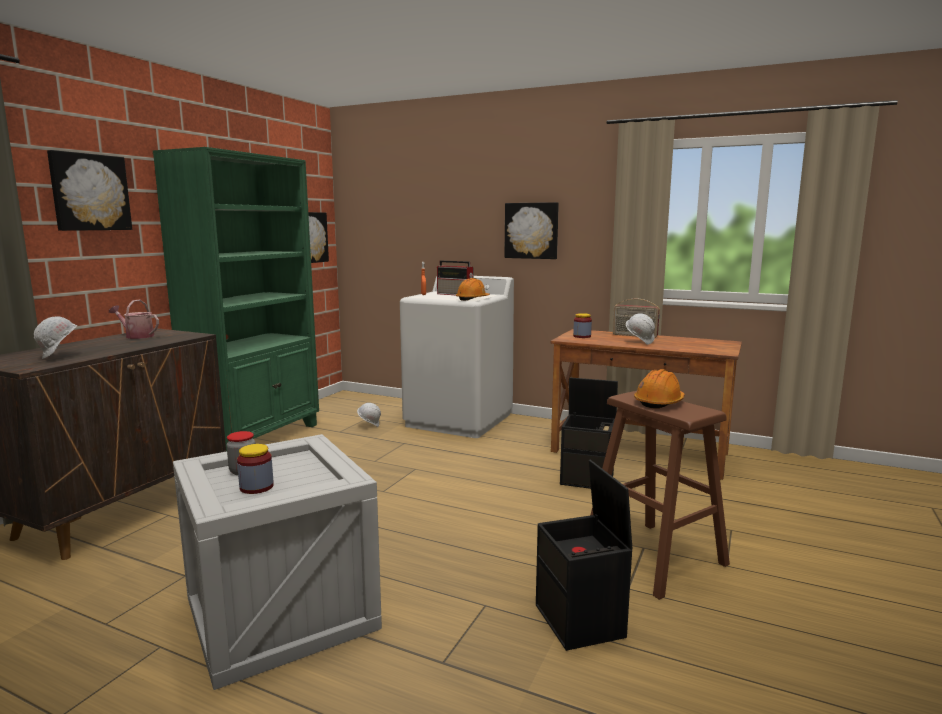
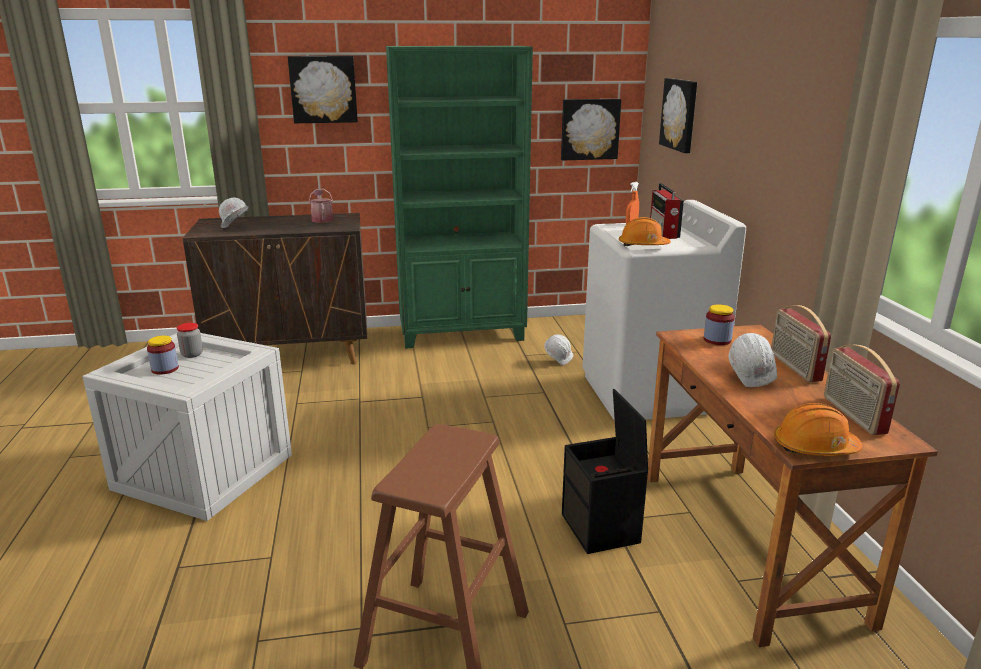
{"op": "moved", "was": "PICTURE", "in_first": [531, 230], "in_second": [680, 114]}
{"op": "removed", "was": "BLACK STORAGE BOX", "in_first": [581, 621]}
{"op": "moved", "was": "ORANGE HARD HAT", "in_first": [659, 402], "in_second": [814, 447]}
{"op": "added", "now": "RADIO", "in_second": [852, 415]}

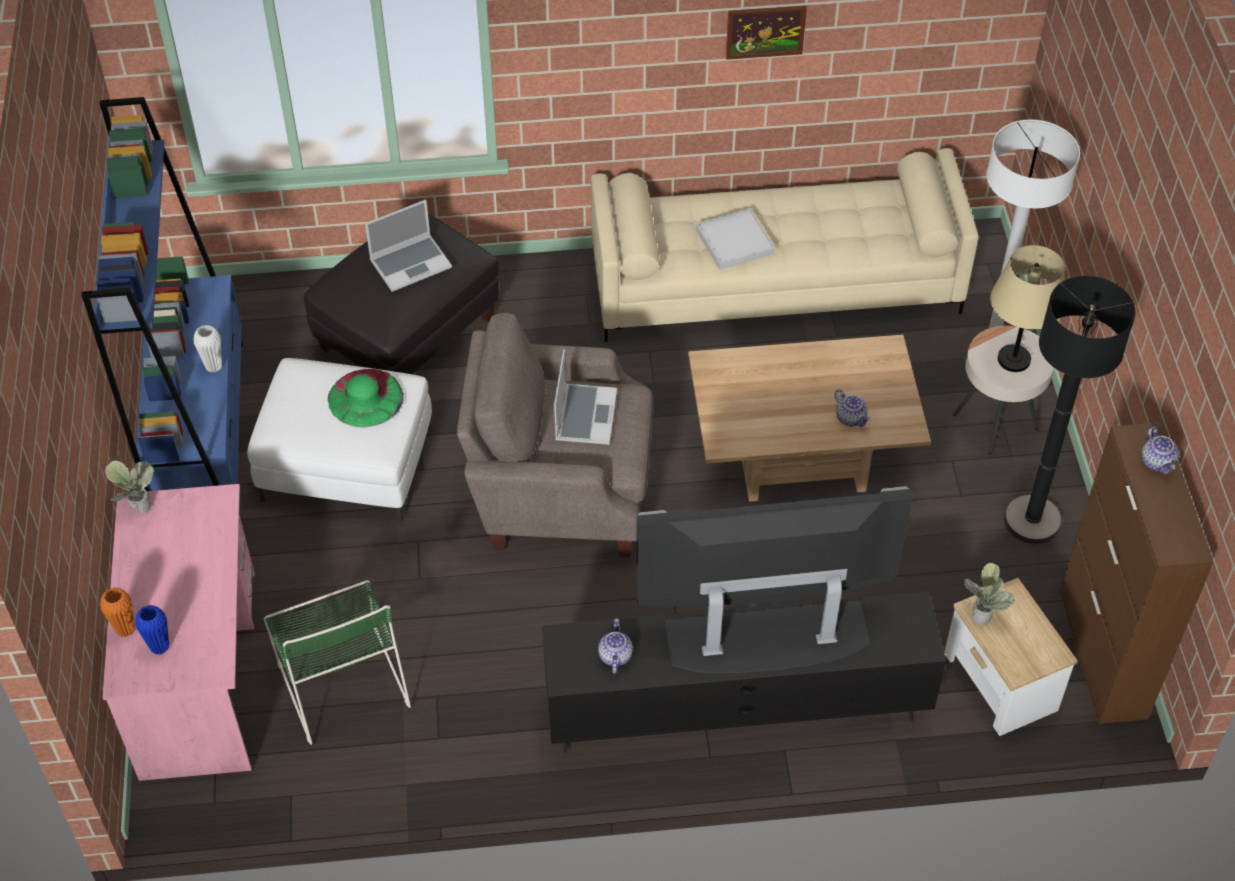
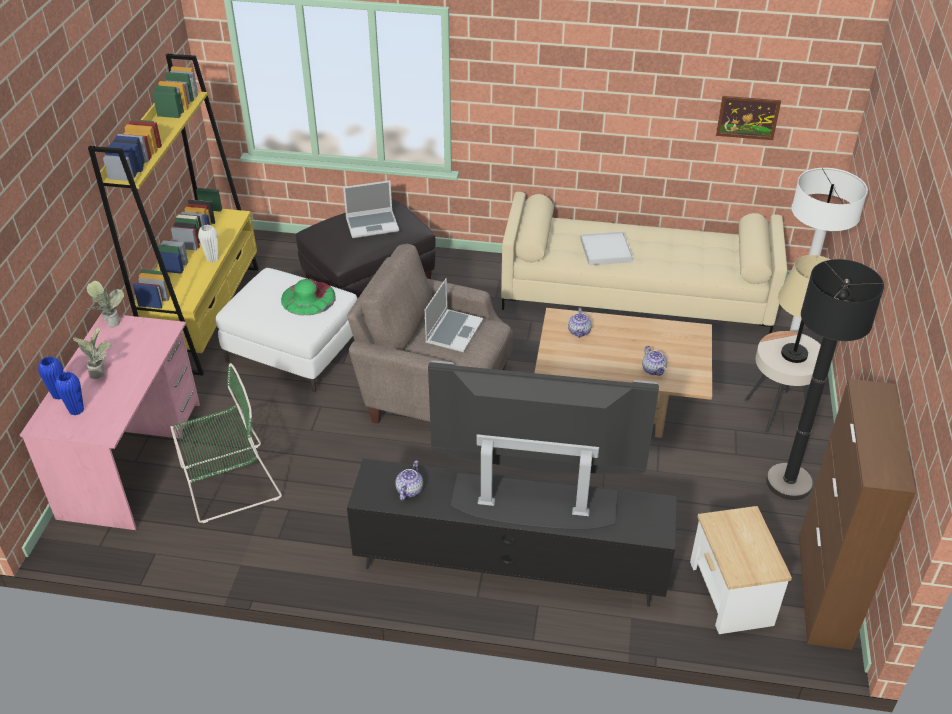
{"op": "recoloured", "was": "BLUE BOOKCASE", "now": "YELLOW BOOKCASE", "in_first": [202, 435], "in_second": [206, 316]}
{"op": "recoloured", "was": "ORANGE VASE", "now": "BLUE VASE", "in_first": [125, 629], "in_second": [59, 395]}
{"op": "turned", "was": "GREEN CHAIR", "in_first": [341, 679], "in_second": [227, 484], "clockwise": -105}
{"op": "moved", "was": "PICTURE", "in_first": [765, 31], "in_second": [747, 117]}
{"op": "moved", "was": "POTTED PLANT", "in_first": [982, 612], "in_second": [100, 372]}
{"op": "moved", "was": "TEAPOT", "in_first": [1157, 462], "in_second": [579, 332]}

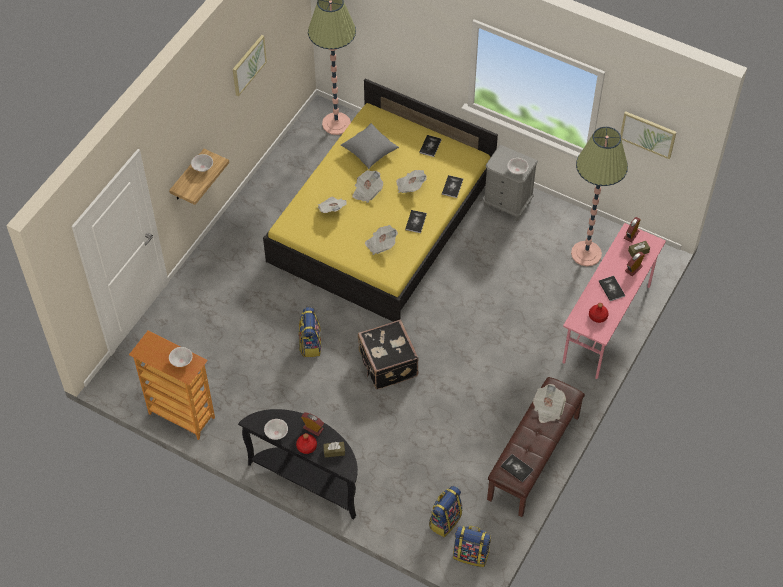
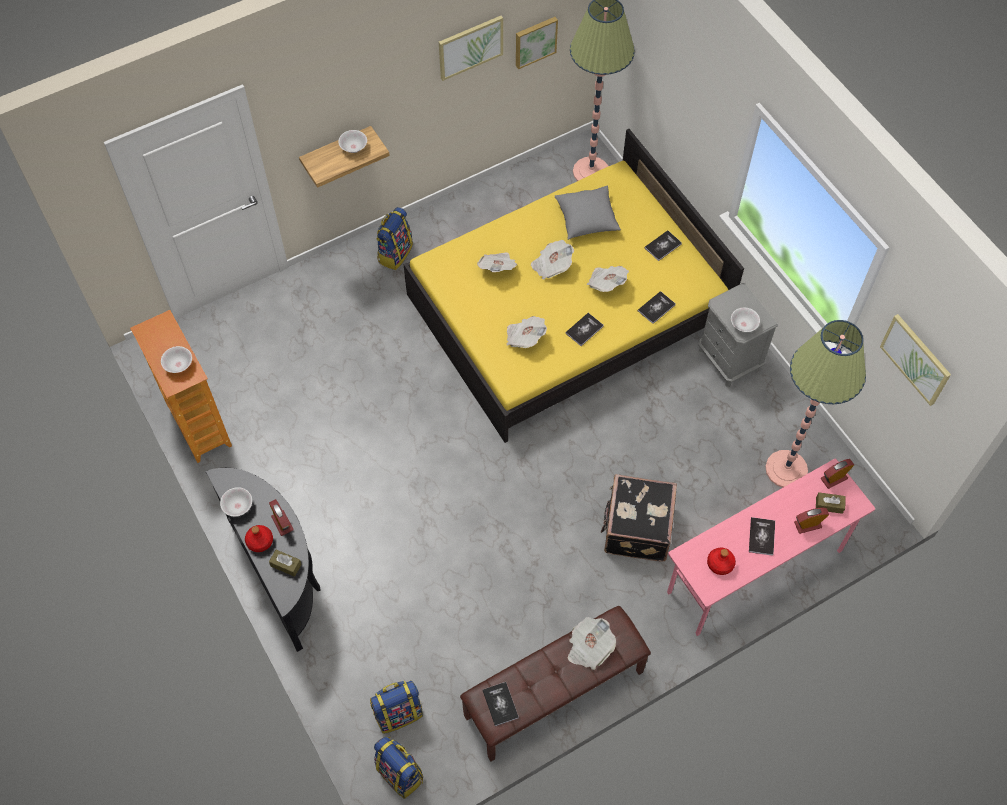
{"op": "moved", "was": "BACKPACK", "in_first": [310, 344], "in_second": [395, 253]}
{"op": "moved", "was": "BLACK SUITCASE", "in_first": [387, 365], "in_second": [636, 528]}
{"op": "added", "now": "PICTURE", "in_second": [535, 41]}

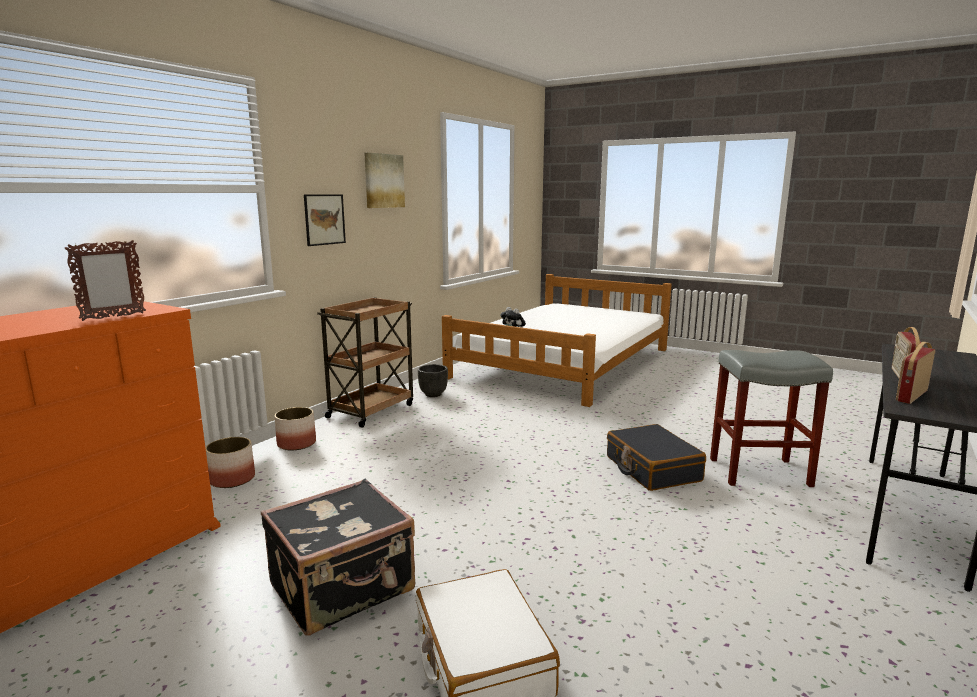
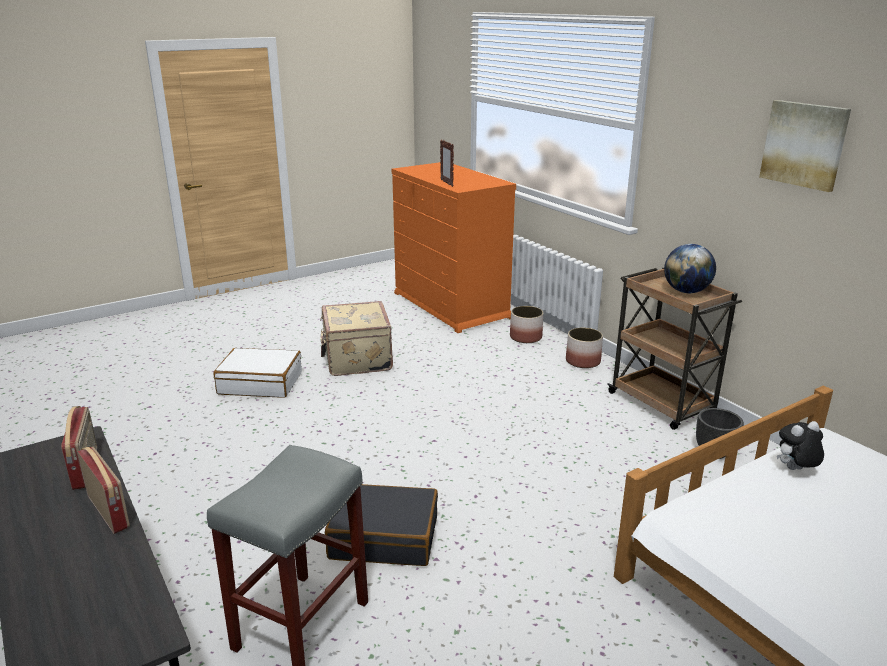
{"op": "recoloured", "was": "BLACK SUITCASE", "now": "BEIGE SUITCASE", "in_first": [343, 588], "in_second": [356, 359]}
{"op": "removed", "was": "PICTURE", "in_first": [324, 219]}
{"op": "added", "now": "GLOBE", "in_second": [686, 291]}

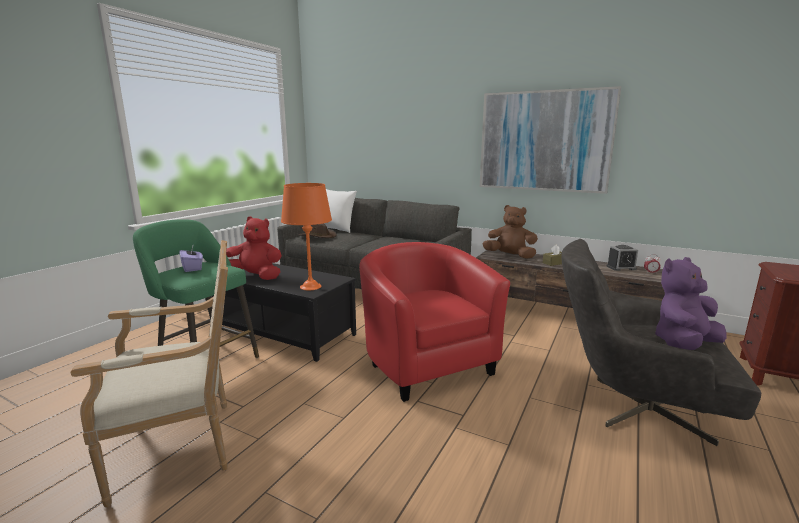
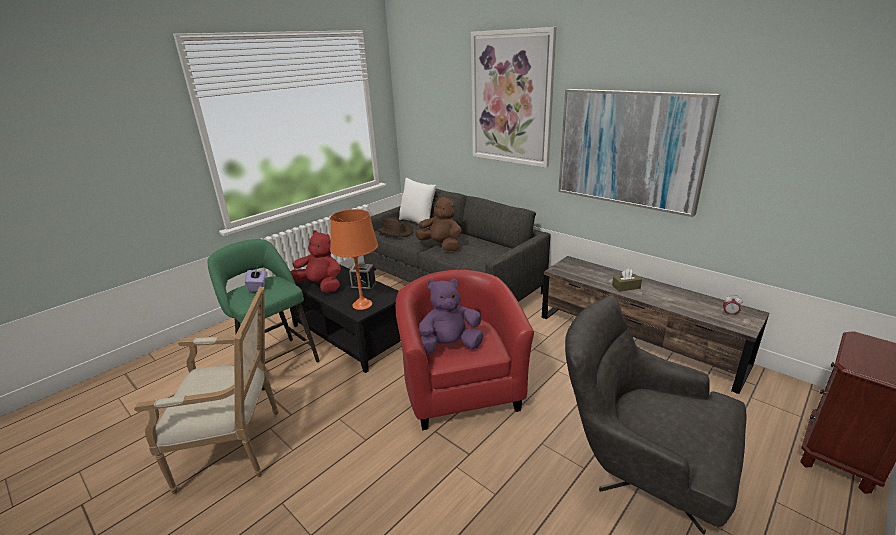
{"op": "moved", "was": "BROWN PLUSH TOY", "in_first": [510, 256], "in_second": [441, 246]}
{"op": "moved", "was": "ALARM CLOCK", "in_first": [621, 268], "in_second": [363, 286]}
{"op": "moved", "was": "PURPLE PLUSH TOY", "in_first": [684, 345], "in_second": [449, 346]}
{"op": "added", "now": "PICTURE", "in_second": [511, 98]}

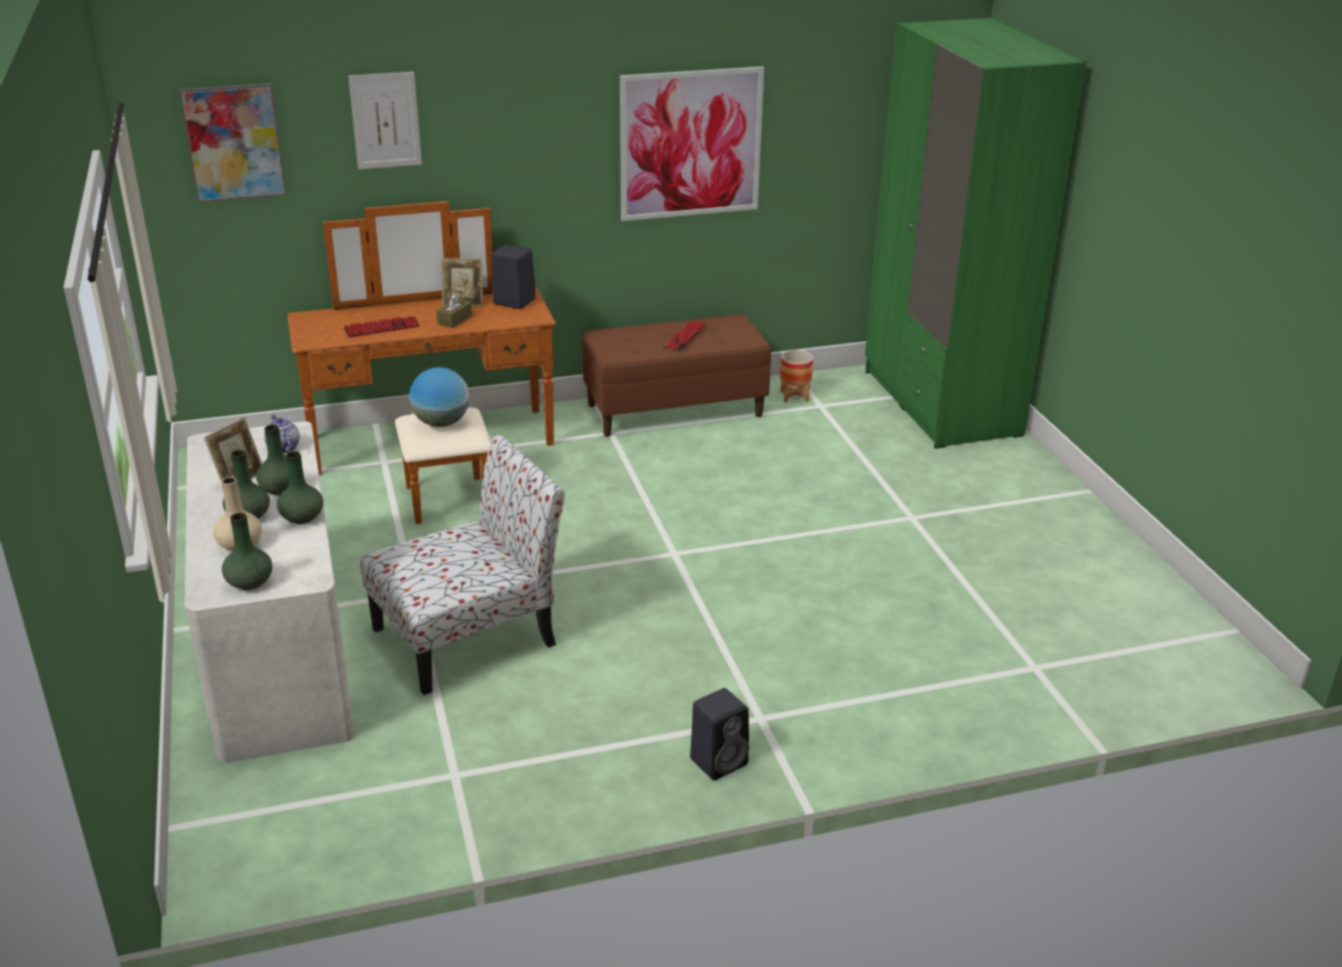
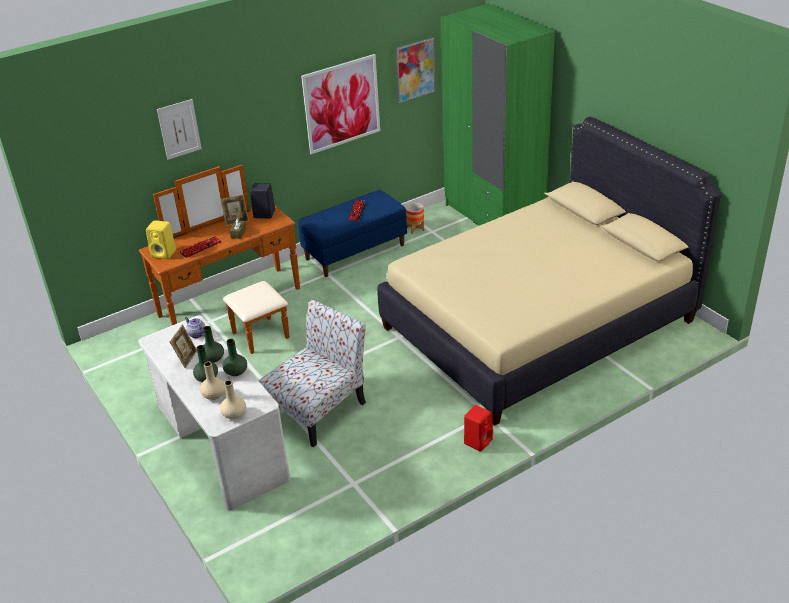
{"op": "moved", "was": "PICTURE", "in_first": [234, 142], "in_second": [415, 70]}
{"op": "recoloured", "was": "GREEN VASE", "now": "BEIGE VASE", "in_first": [249, 583], "in_second": [234, 414]}
{"op": "removed", "was": "GLOBE", "in_first": [441, 423]}
{"op": "recoloured", "was": "BROWN BENCH", "now": "BLUE BENCH", "in_first": [675, 410], "in_second": [355, 251]}
{"op": "recoloured", "was": "BLACK SPEAKER", "now": "RED SPEAKER", "in_first": [720, 761], "in_second": [478, 441]}
{"op": "added", "now": "YELLOW SPEAKER", "in_second": [164, 253]}
{"op": "added", "now": "BEIGE BED", "in_second": [537, 324]}

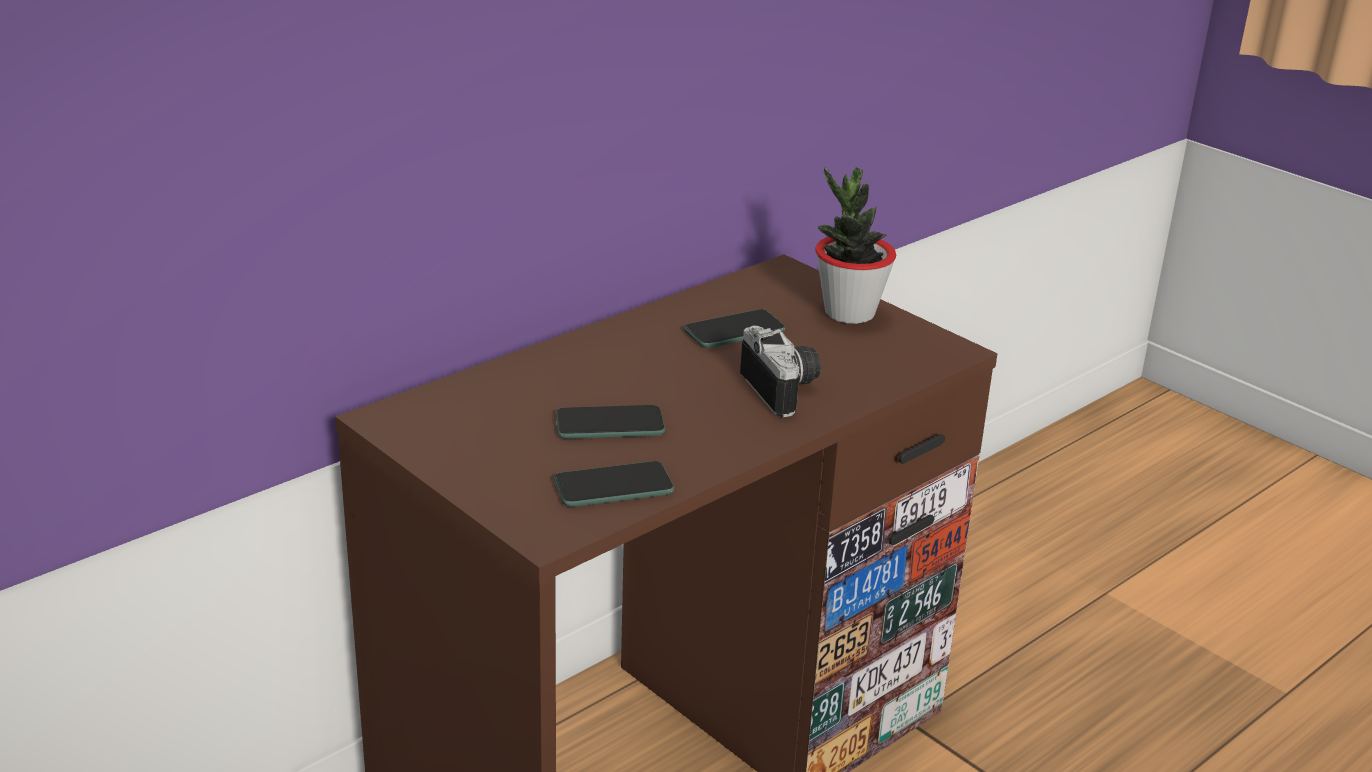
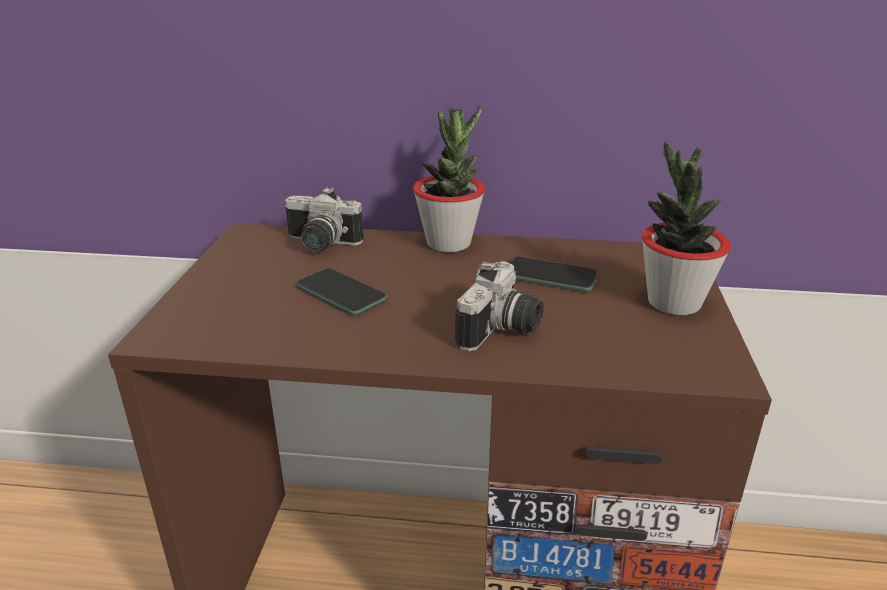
{"op": "removed", "was": "PHONE", "in_first": [613, 486]}
{"op": "added", "now": "PHOTO CAMERA", "in_second": [320, 245]}
{"op": "added", "now": "POTTED PLANT", "in_second": [449, 243]}

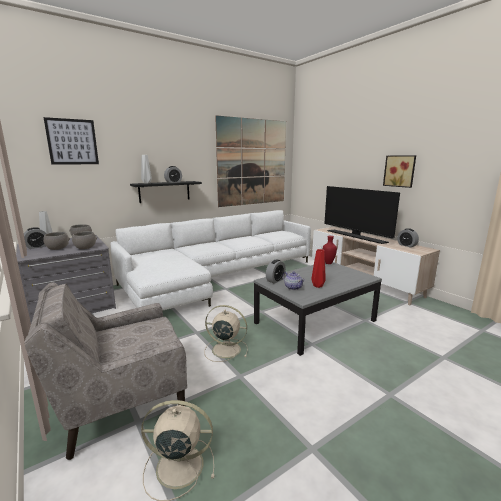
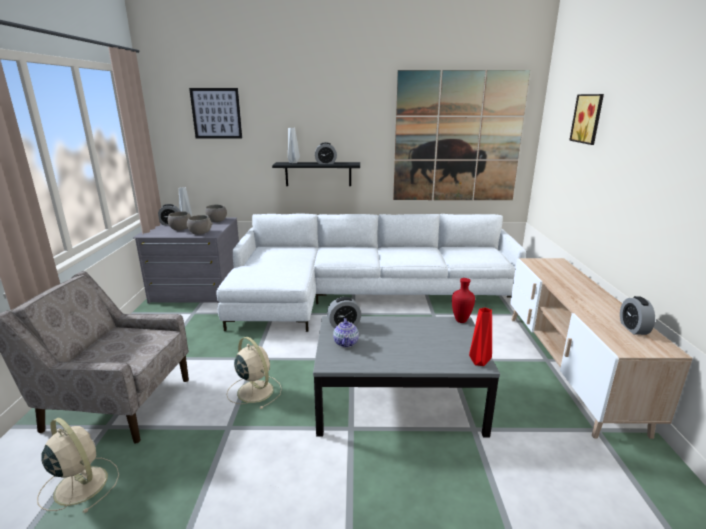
{"op": "moved", "was": "RED VASE", "in_first": [317, 286], "in_second": [478, 362]}
{"op": "removed", "was": "TELEVISION", "in_first": [356, 236]}
{"op": "moved", "was": "PICTURE", "in_first": [400, 171], "in_second": [588, 118]}

